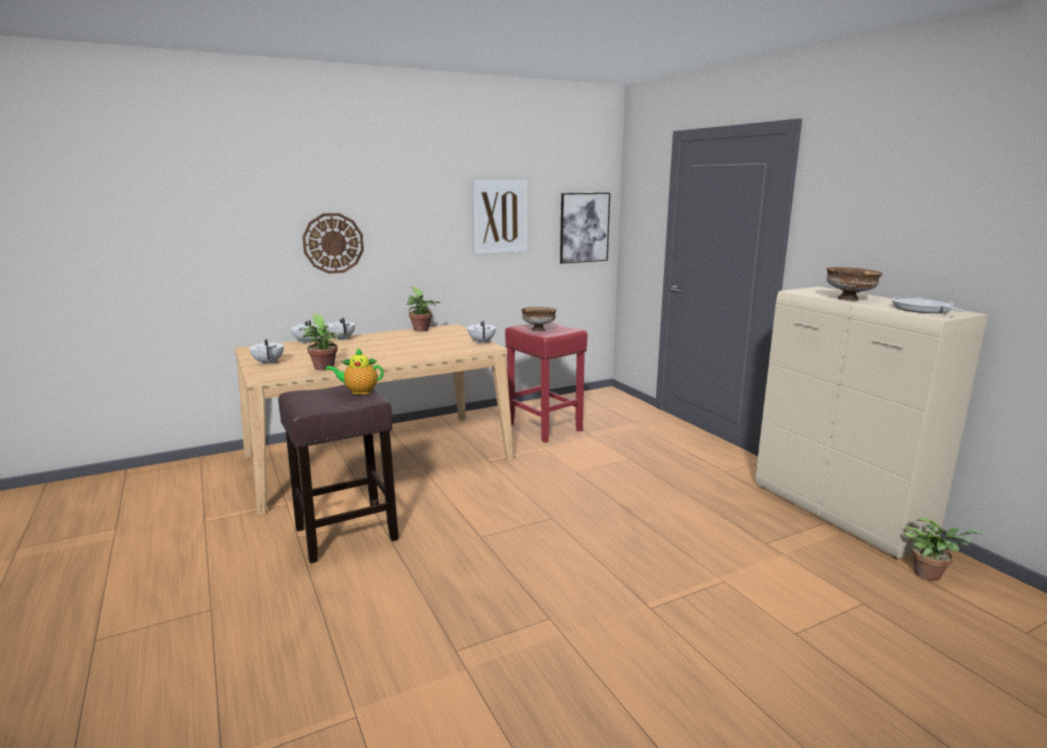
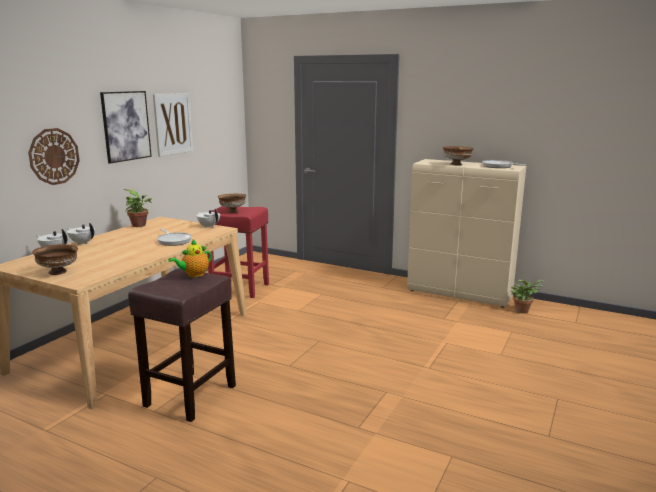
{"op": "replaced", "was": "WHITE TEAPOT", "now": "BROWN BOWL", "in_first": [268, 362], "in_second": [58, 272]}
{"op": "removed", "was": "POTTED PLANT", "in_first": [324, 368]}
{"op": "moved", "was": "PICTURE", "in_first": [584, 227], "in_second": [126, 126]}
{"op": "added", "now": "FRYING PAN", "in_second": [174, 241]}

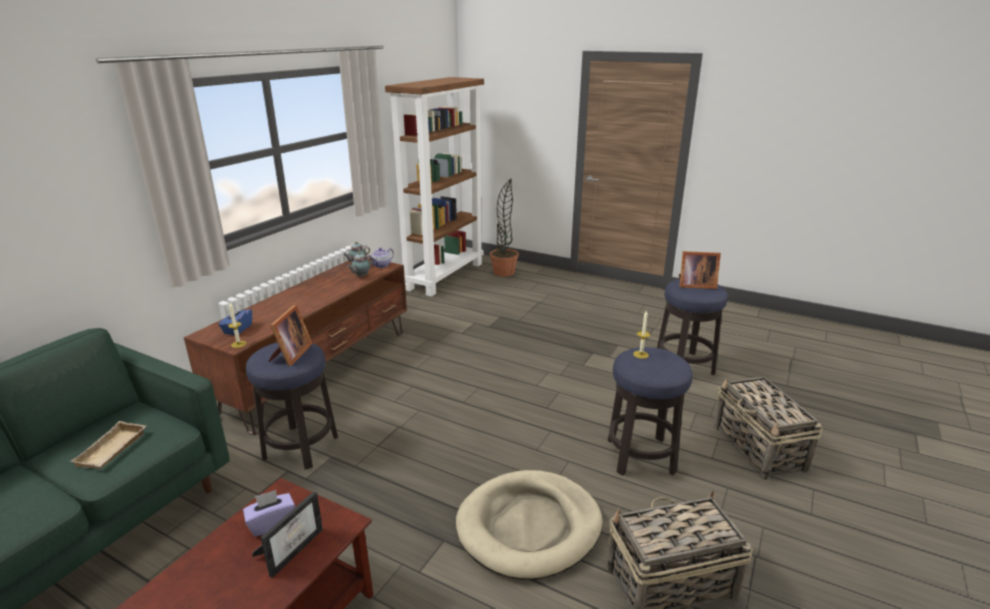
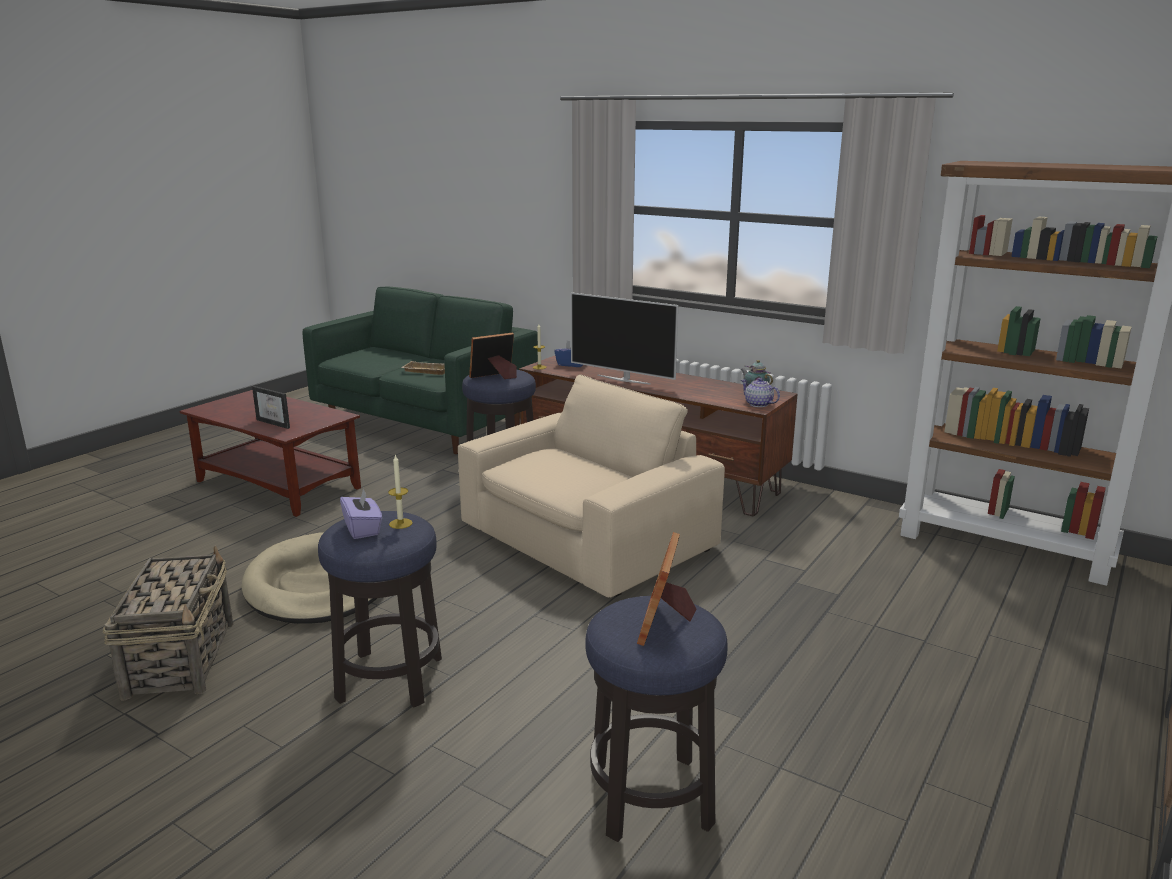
{"op": "moved", "was": "PURPLE TISSUE BOX", "in_first": [272, 523], "in_second": [363, 529]}
{"op": "turned", "was": "PICTURE FRAME", "in_first": [290, 355], "in_second": [495, 376], "clockwise": 135}
{"op": "removed", "was": "TEAPOT", "in_first": [361, 277]}
{"op": "removed", "was": "POTTED PLANT", "in_first": [504, 272]}
{"op": "removed", "was": "BASKET", "in_first": [759, 449]}
{"op": "added", "now": "BEIGE ARMCHAIR", "in_second": [585, 537]}
{"op": "added", "now": "TELEVISION", "in_second": [624, 379]}

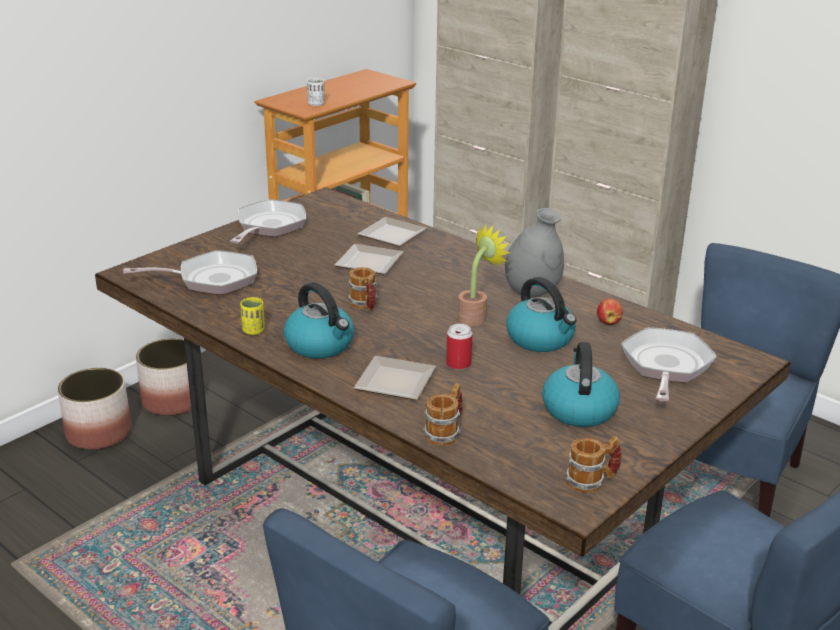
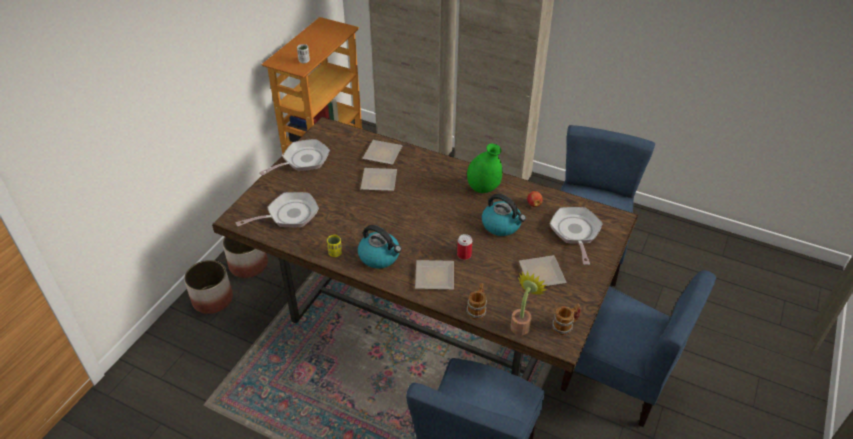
{"op": "turned", "was": "FRYING PAN", "in_first": [269, 227], "in_second": [303, 161], "clockwise": 45}
{"op": "removed", "was": "MUG", "in_first": [365, 305]}
{"op": "moved", "was": "POTTED PLANT", "in_first": [476, 317], "in_second": [521, 324]}
{"op": "recoloured", "was": "GREY VASE", "now": "GREEN VASE", "in_first": [532, 292], "in_second": [483, 188]}
{"op": "replaced", "was": "KETTLE", "now": "PLATE", "in_first": [578, 409], "in_second": [540, 275]}

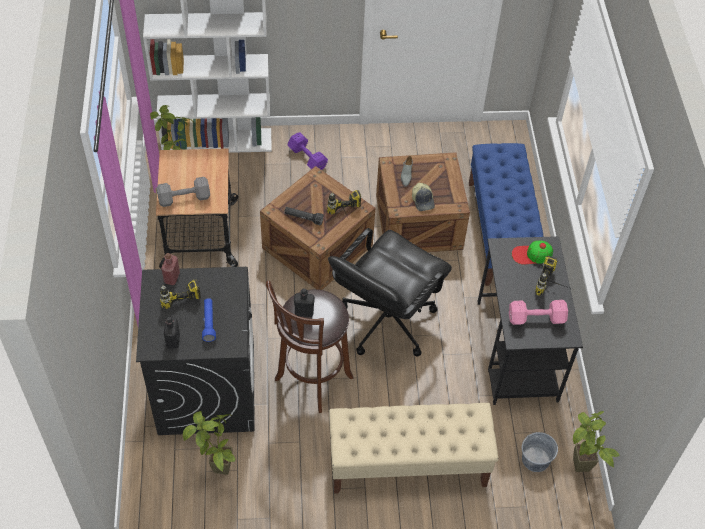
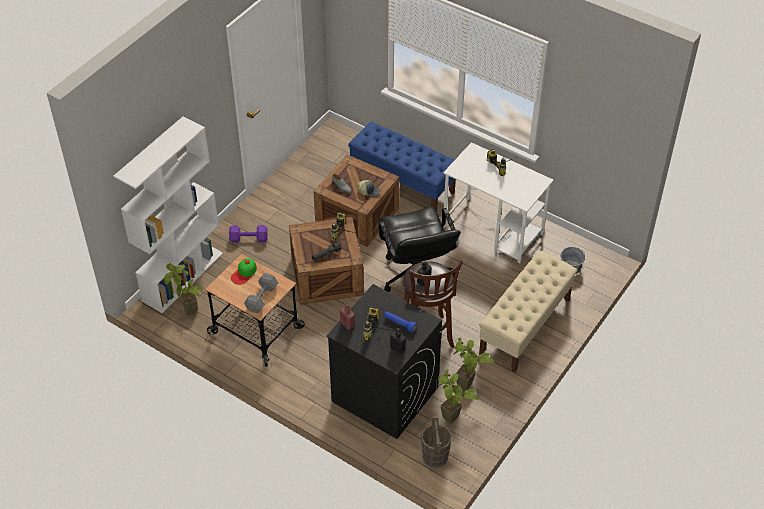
{"op": "recoloured", "was": "BLACK DESK", "now": "WHITE DESK", "in_first": [517, 351], "in_second": [493, 230]}
{"op": "removed", "was": "PINK DUMBBELL", "in_first": [534, 318]}
{"op": "moved", "was": "CAP", "in_first": [532, 254], "in_second": [244, 273]}
{"op": "moved", "was": "POTTED PLANT", "in_first": [580, 472], "in_second": [468, 388]}
{"op": "added", "now": "BROWN BUCKET", "in_second": [435, 456]}

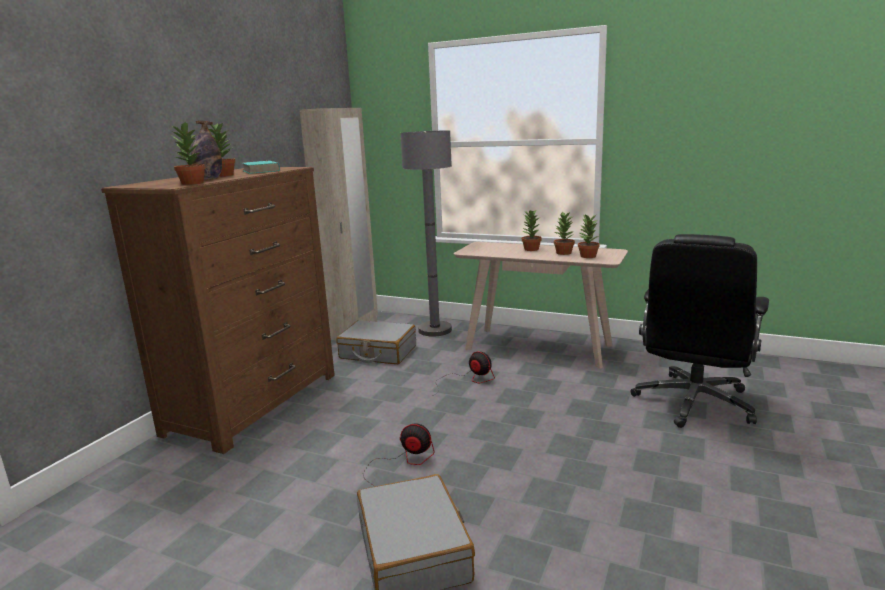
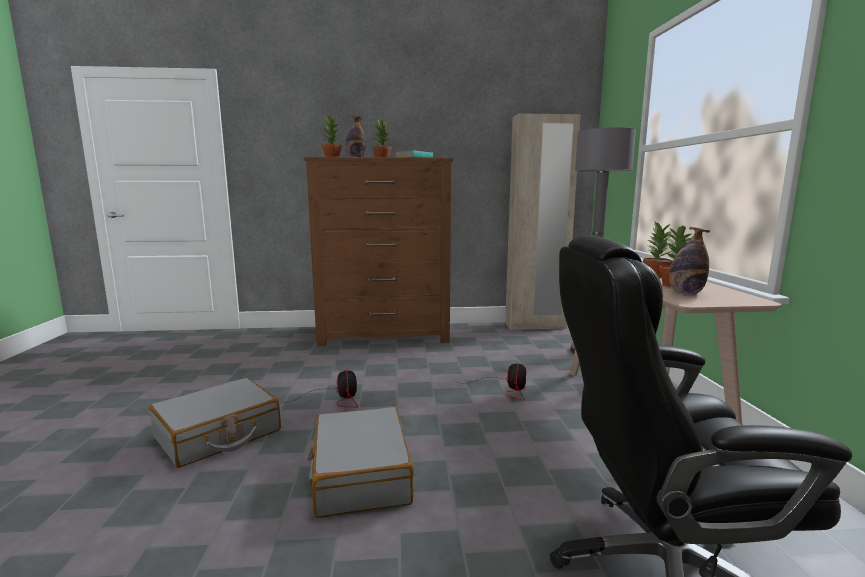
{"op": "moved", "was": "GREY SUITCASE", "in_first": [378, 352], "in_second": [360, 474]}
{"op": "replaced", "was": "POTTED PLANT", "now": "BOTTLE", "in_first": [587, 256], "in_second": [685, 293]}

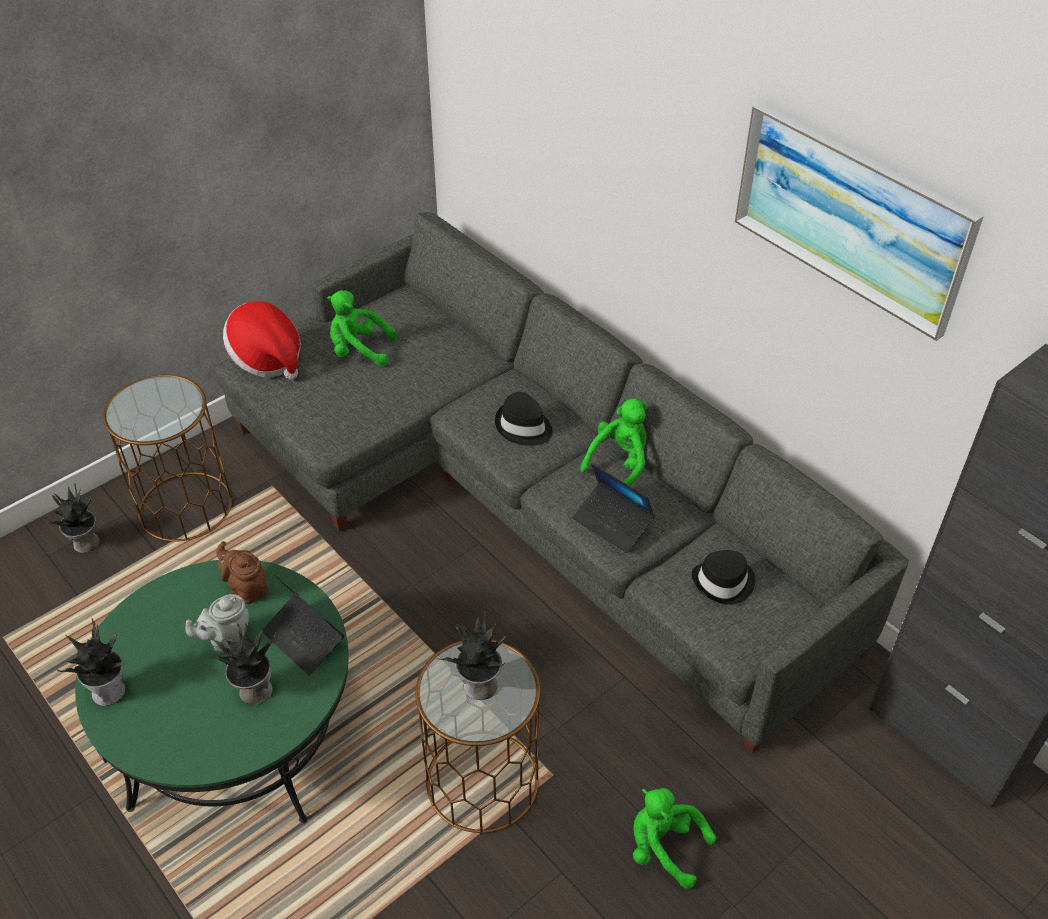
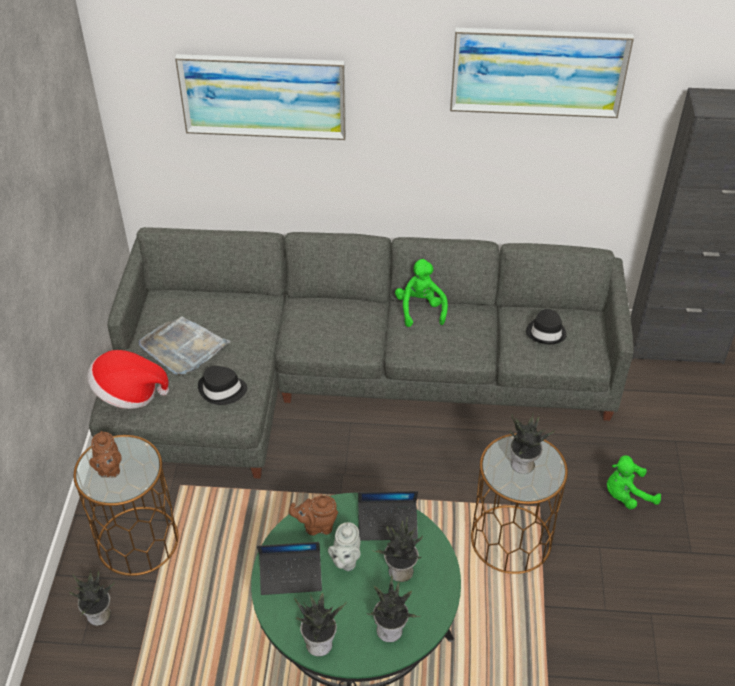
{"op": "replaced", "was": "GREEN PLUSH TOY", "now": "GREY TRAY", "in_first": [359, 350], "in_second": [183, 348]}
{"op": "moved", "was": "BLACK HAT", "in_first": [523, 427], "in_second": [222, 390]}
{"op": "moved", "was": "LAPTOP", "in_first": [613, 523], "in_second": [291, 576]}
{"op": "added", "now": "BROWN TEAPOT", "in_second": [109, 469]}
{"op": "added", "now": "PICTURE", "in_second": [263, 96]}
{"op": "added", "now": "POTTED PLANT", "in_second": [390, 630]}

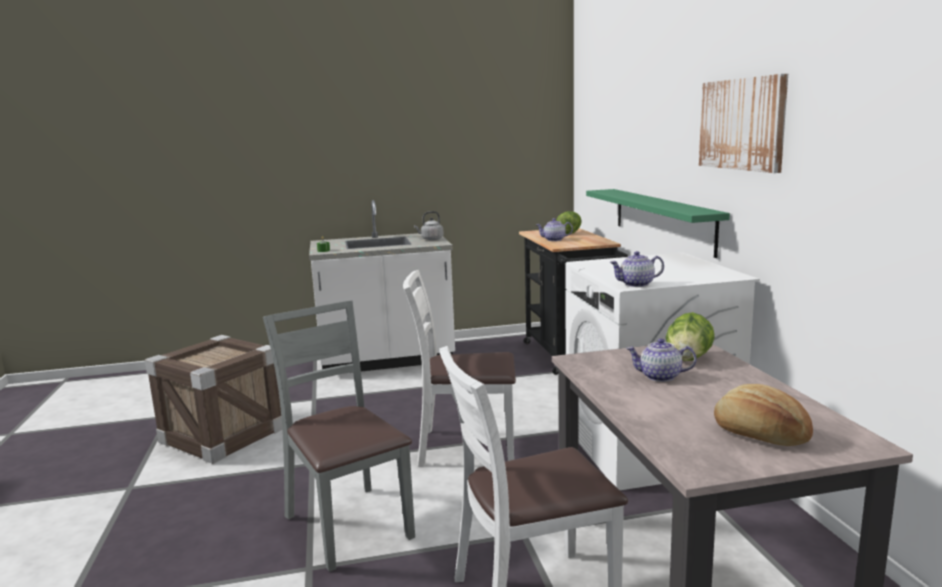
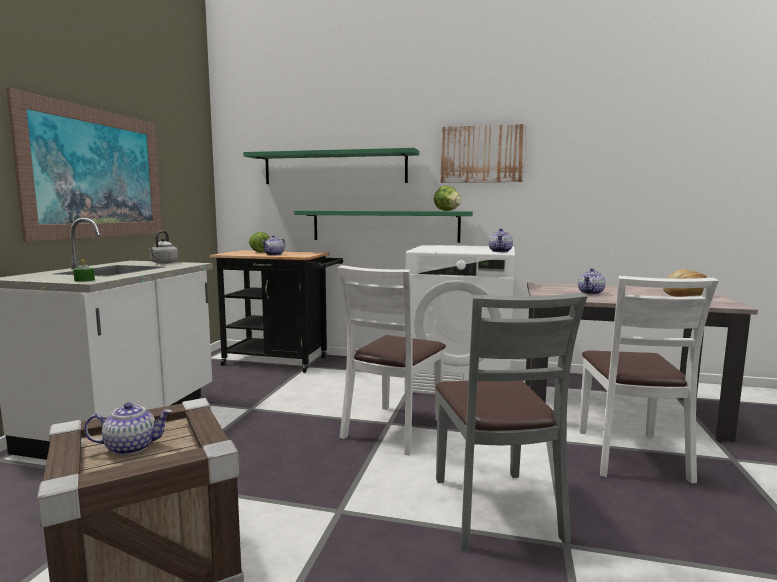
{"op": "turned", "was": "GREY CHAIR", "in_first": [348, 525], "in_second": [495, 509], "clockwise": -90}
{"op": "moved", "was": "LETTUCE", "in_first": [688, 359], "in_second": [447, 210]}
{"op": "added", "now": "PICTURE", "in_second": [97, 173]}
{"op": "added", "now": "TEAPOT", "in_second": [132, 447]}
{"op": "added", "now": "GREEN SHELF", "in_second": [334, 168]}

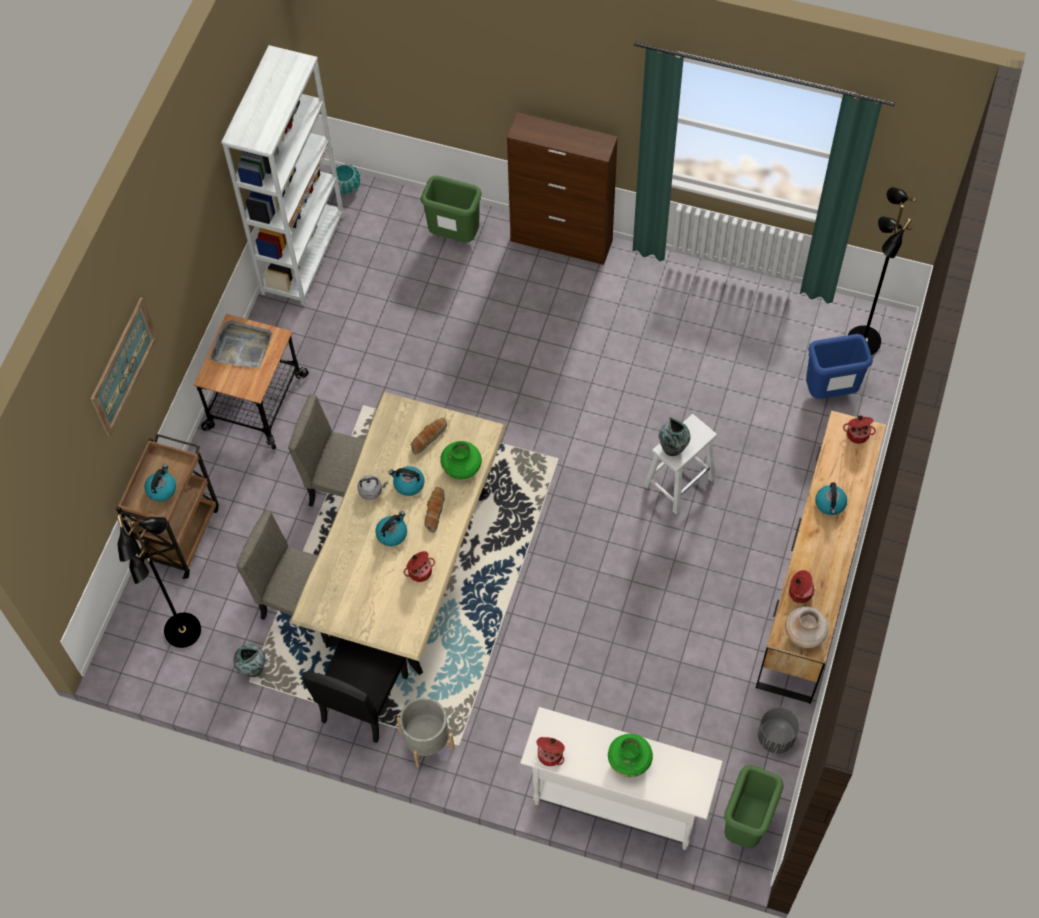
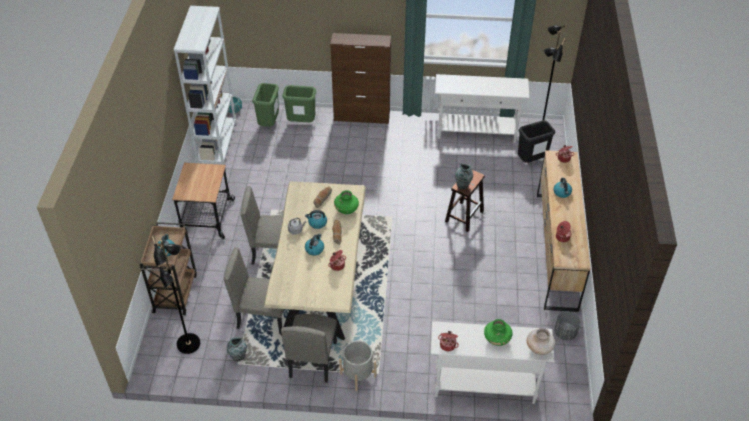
{"op": "removed", "was": "PICTURE", "in_first": [123, 366]}
{"op": "removed", "was": "GREY TRAY", "in_first": [241, 346]}
{"op": "recoloured", "was": "BLACK CHAIR", "now": "BEIGE CHAIR", "in_first": [364, 698], "in_second": [312, 359]}
{"op": "recoloured", "was": "WHITE STOOL", "now": "BROWN STOOL", "in_first": [679, 481], "in_second": [464, 216]}
{"op": "moved", "was": "GREEN TRASH CAN", "in_first": [746, 825], "in_second": [269, 124]}
{"op": "moved", "was": "BEIGE VASE", "in_first": [804, 634], "in_second": [539, 348]}
{"op": "recoloured", "was": "BLUE TRASH CAN", "now": "BLACK TRASH CAN", "in_first": [830, 392], "in_second": [531, 161]}
{"op": "added", "now": "WHITE CONSOLE TABLE", "in_second": [477, 132]}

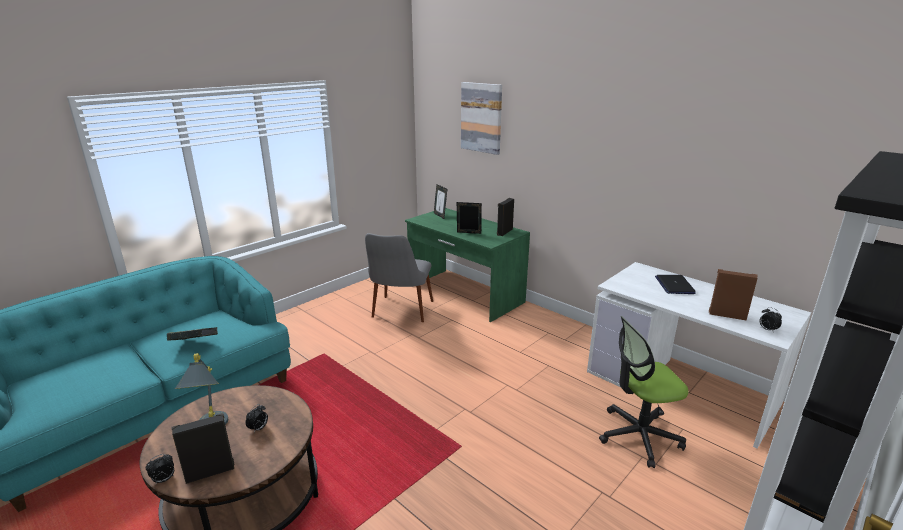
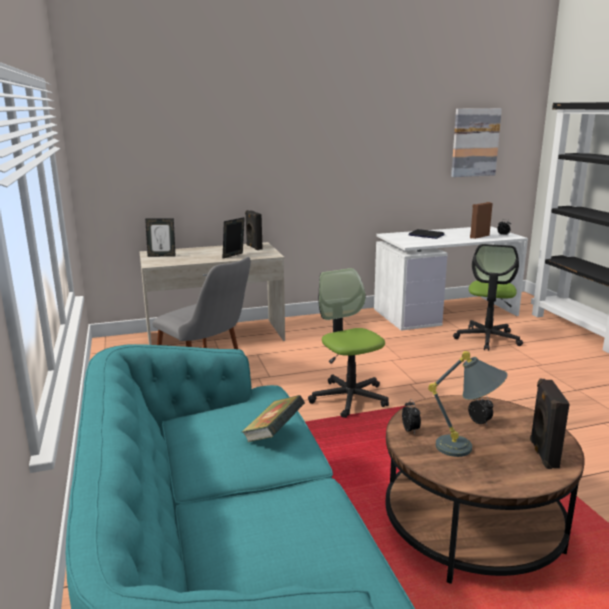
{"op": "moved", "was": "ALARM CLOCK", "in_first": [164, 480], "in_second": [410, 430]}
{"op": "recoloured", "was": "GREEN DESK", "now": "BEIGE DESK", "in_first": [464, 294], "in_second": [215, 337]}
{"op": "moved", "was": "PICTURE", "in_first": [481, 117], "in_second": [475, 142]}
{"op": "added", "now": "OFFICE CHAIR", "in_second": [349, 398]}

